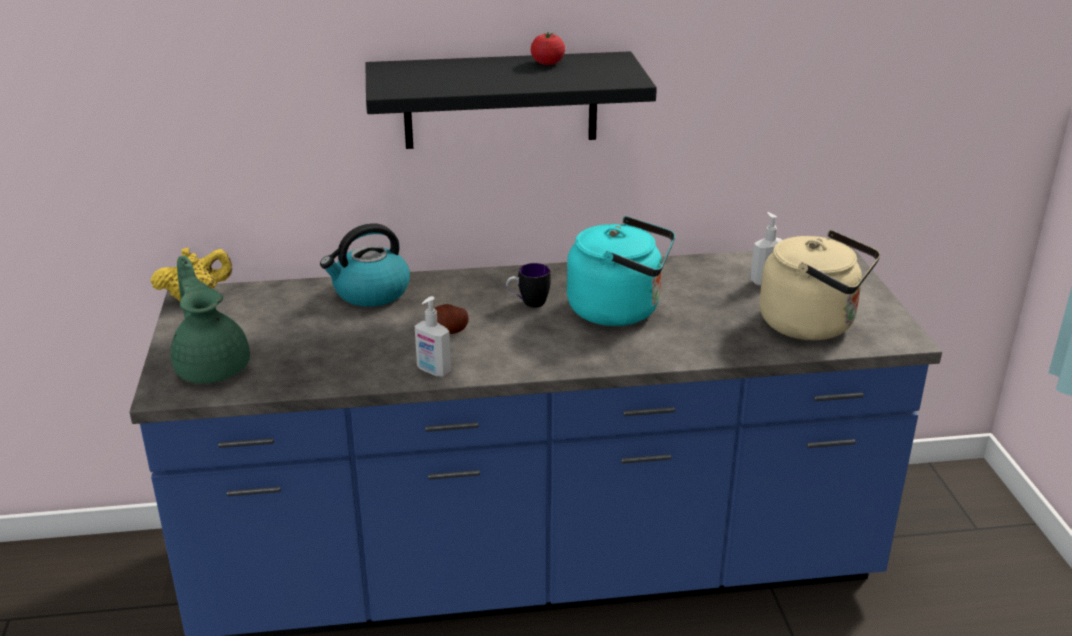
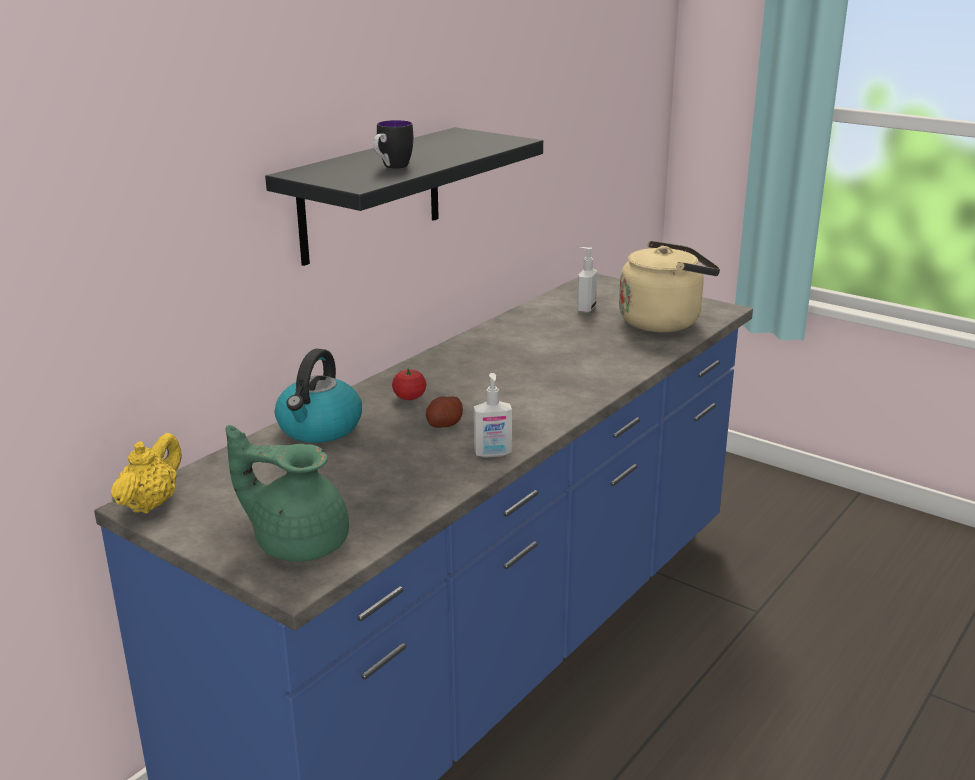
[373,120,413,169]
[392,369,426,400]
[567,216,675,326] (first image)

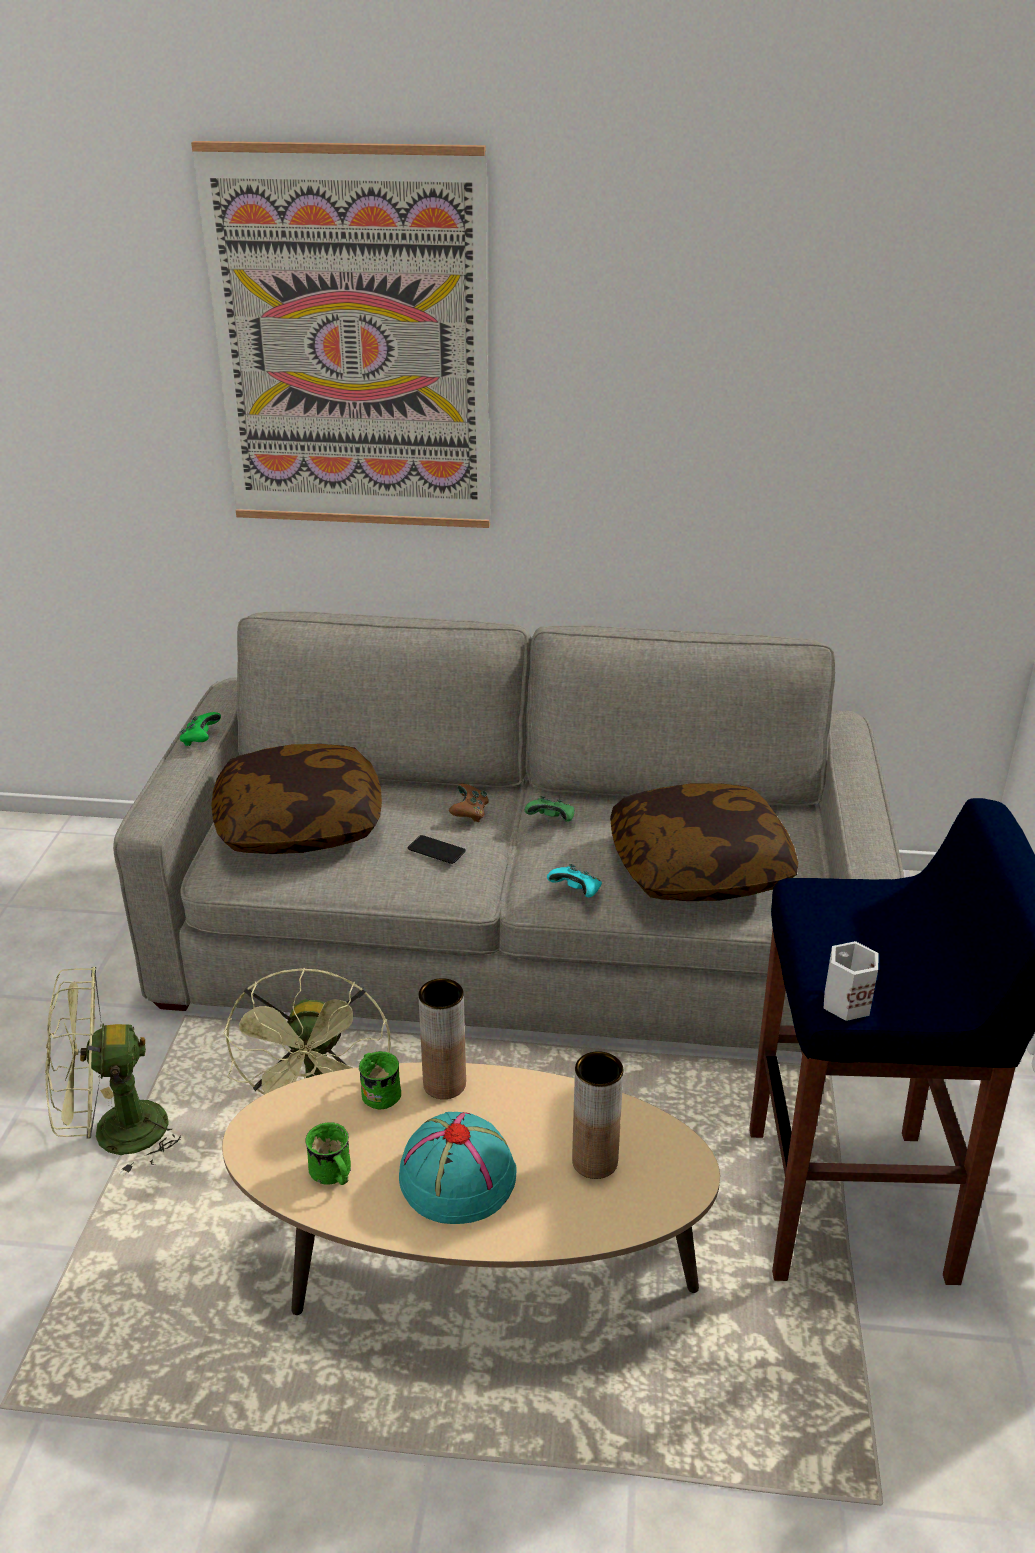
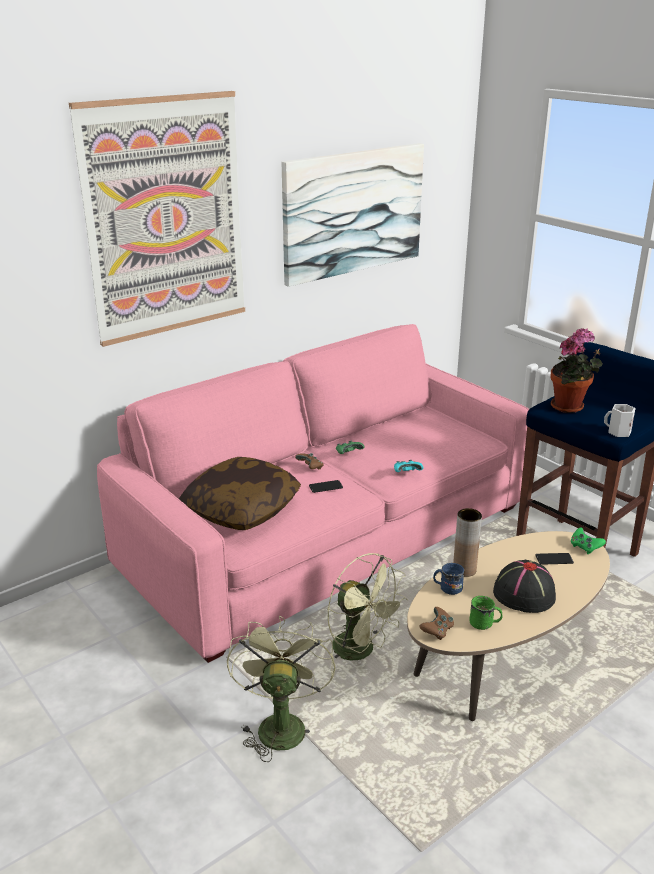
[227,616,336,762]
[97,324,529,663]
[571,527,606,554]
[433,563,464,595]
[493,560,556,613]
[535,553,574,565]
[610,783,798,901] (first image)
[282,143,424,287]
[419,607,454,640]
[550,328,603,413]

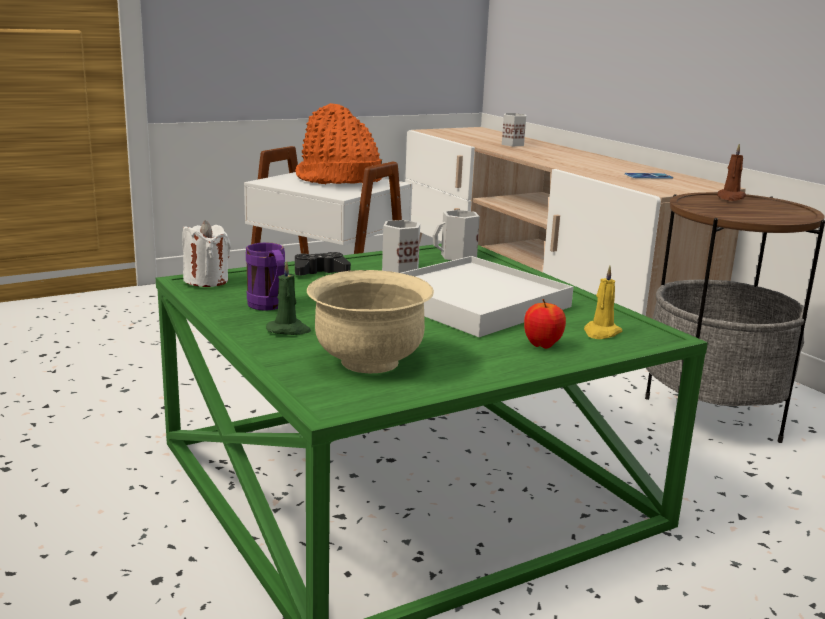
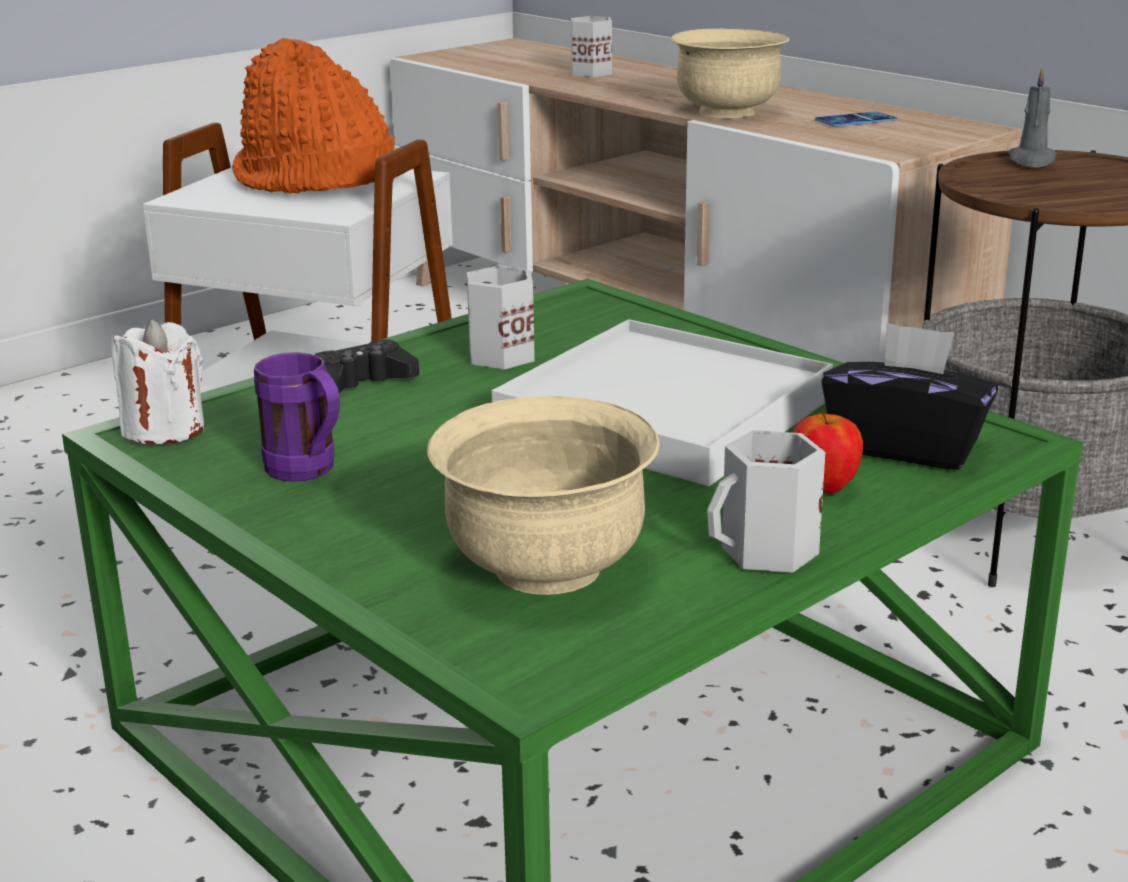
[266,261,311,335] (first image)
[707,430,825,573]
[821,322,998,470]
[1008,66,1056,167]
[671,29,789,118]

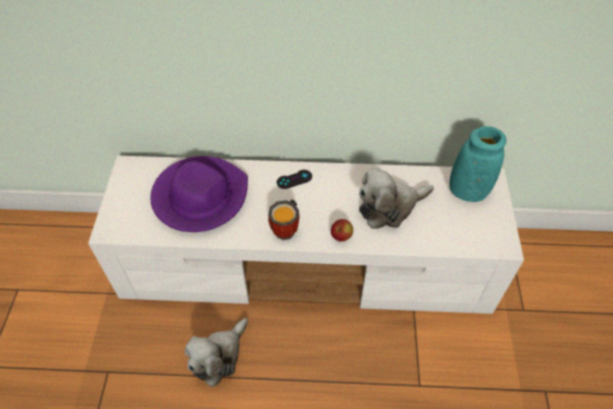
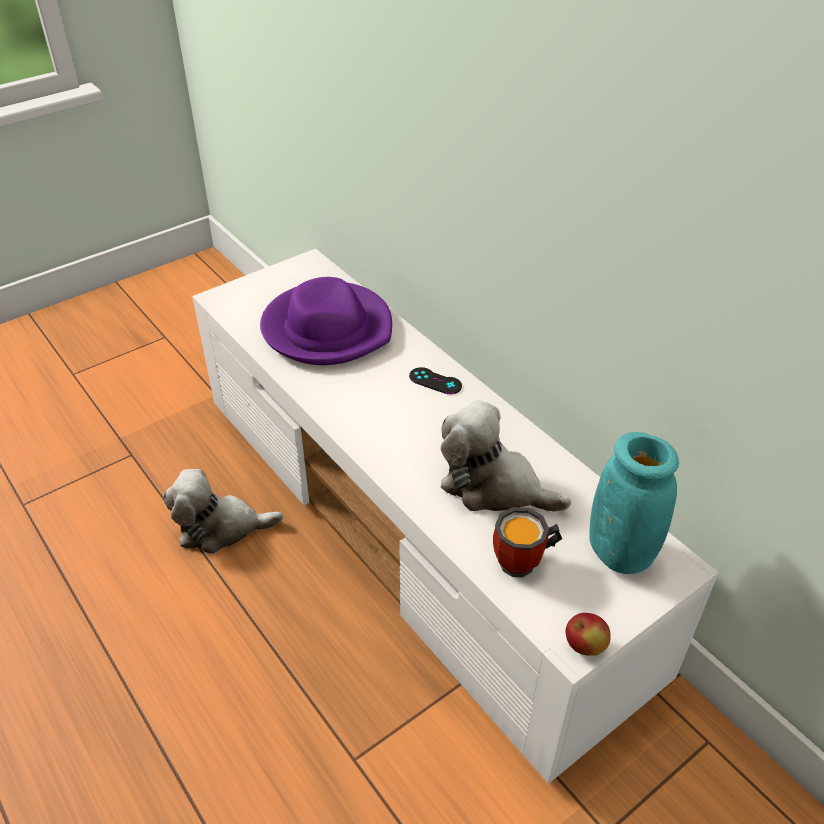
[493,507,562,578]
[565,613,611,656]

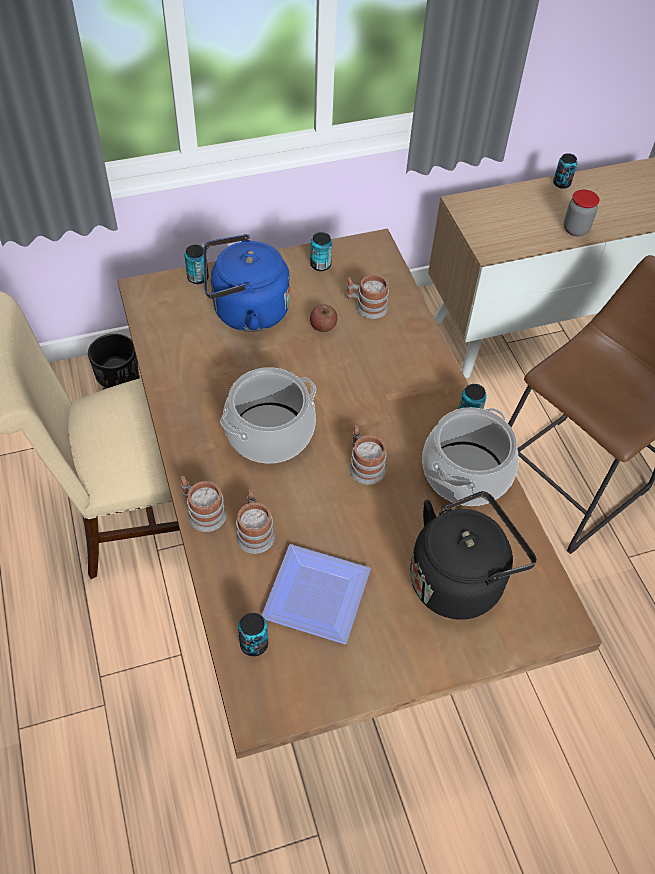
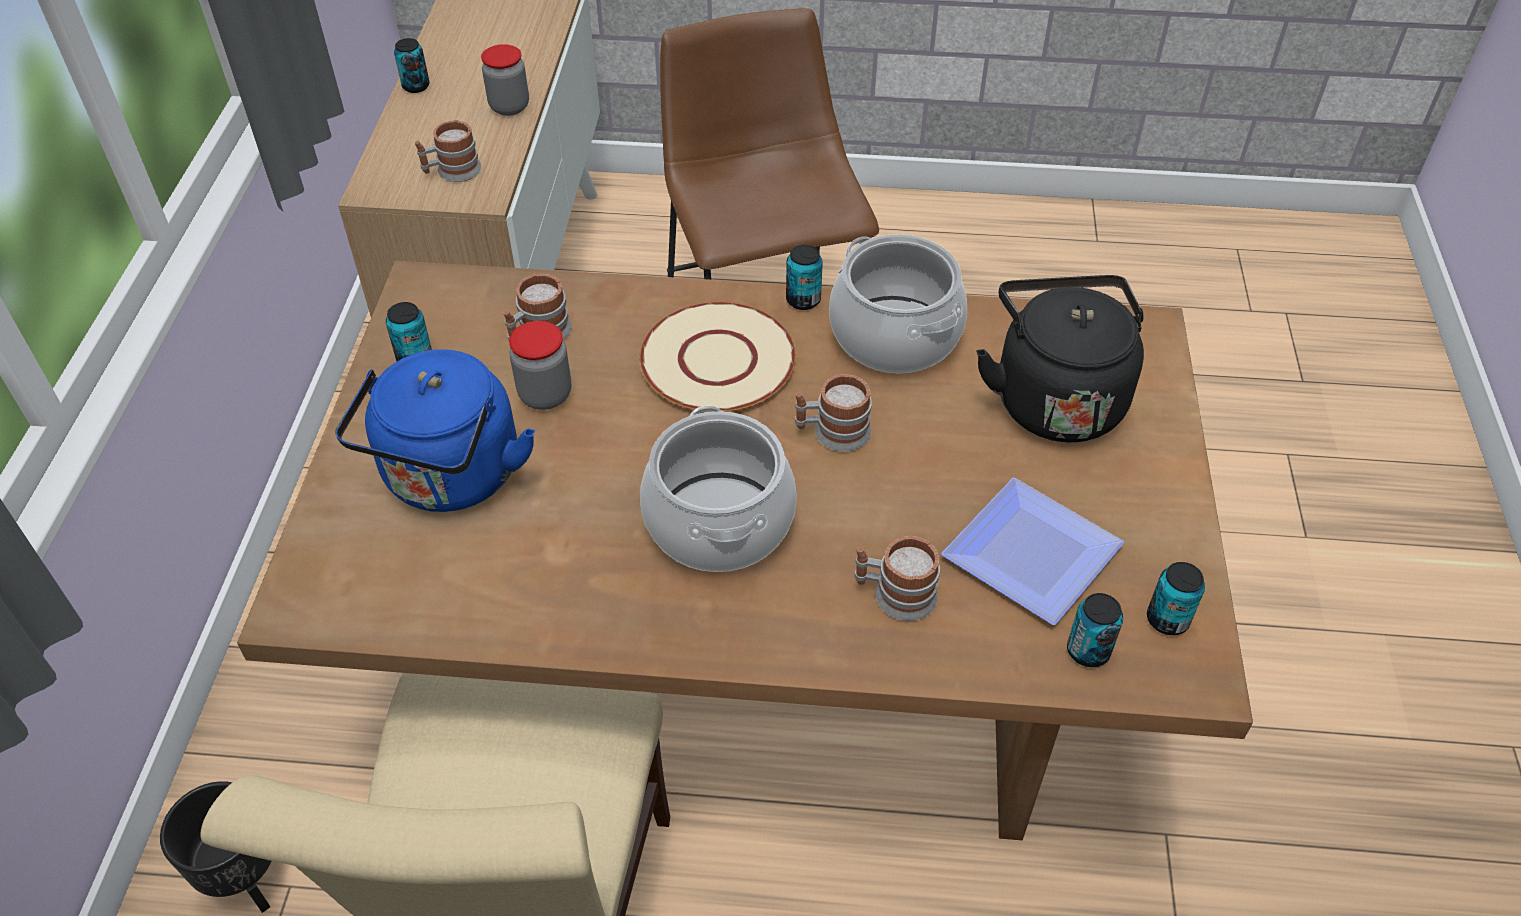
[415,120,481,182]
[1147,562,1205,635]
[509,321,571,410]
[639,302,796,412]

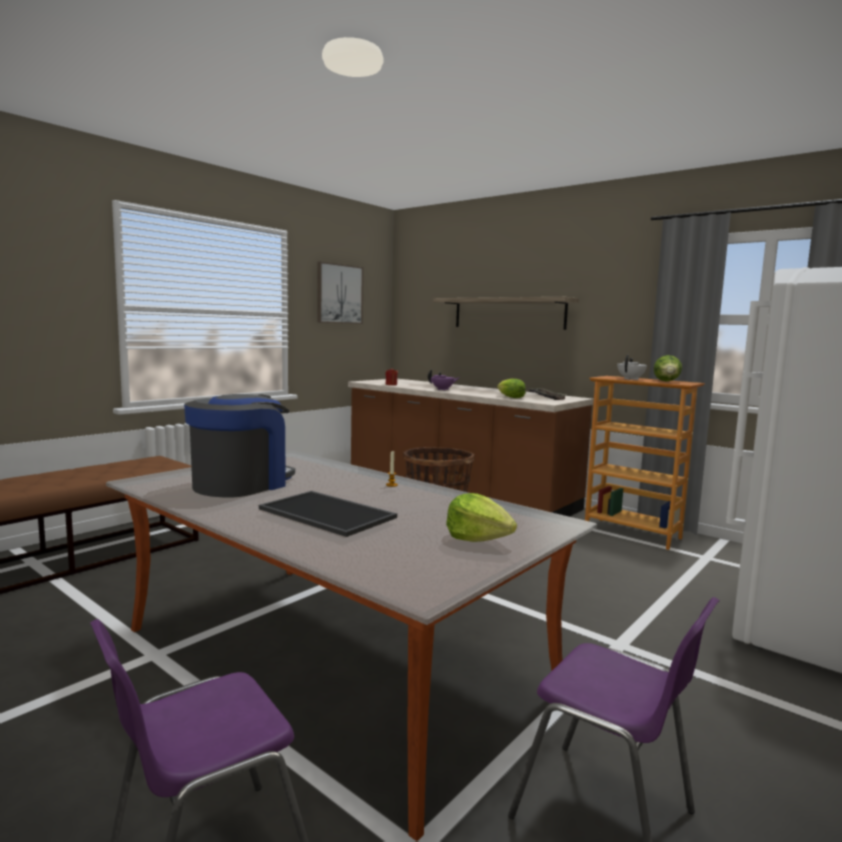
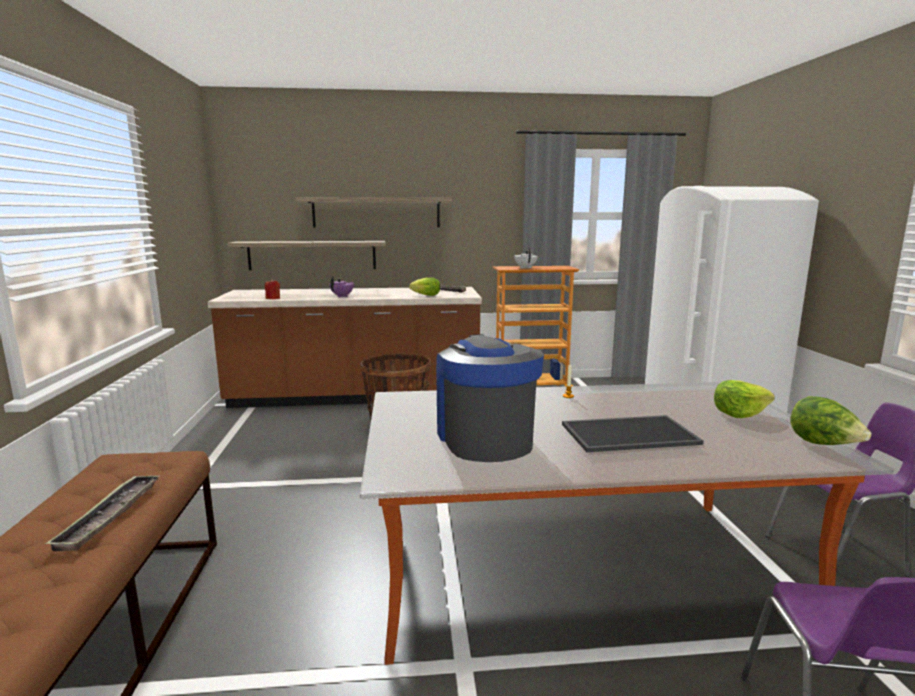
[317,261,364,324] (first image)
[790,396,872,445]
[45,475,160,551]
[227,241,386,270]

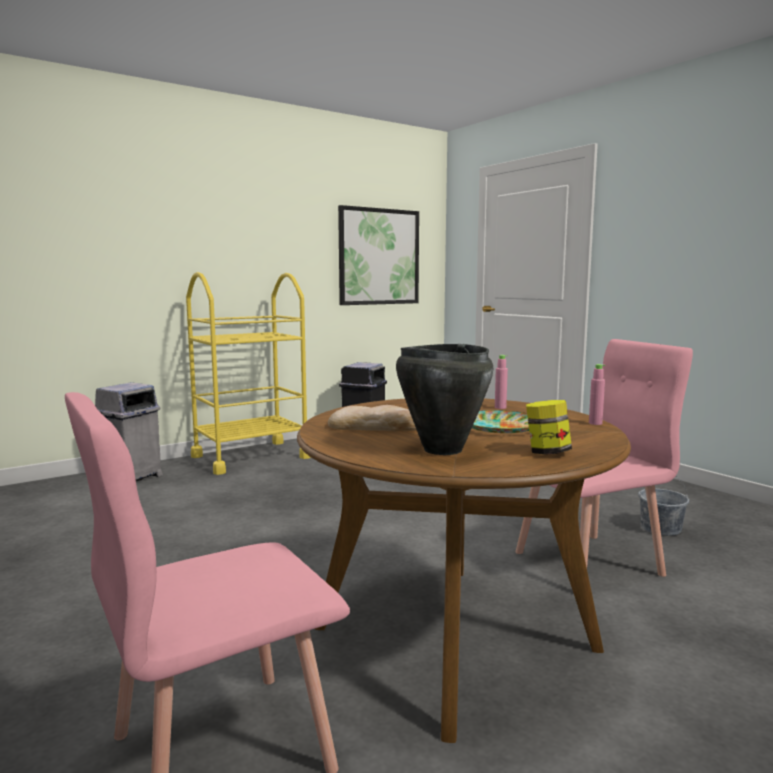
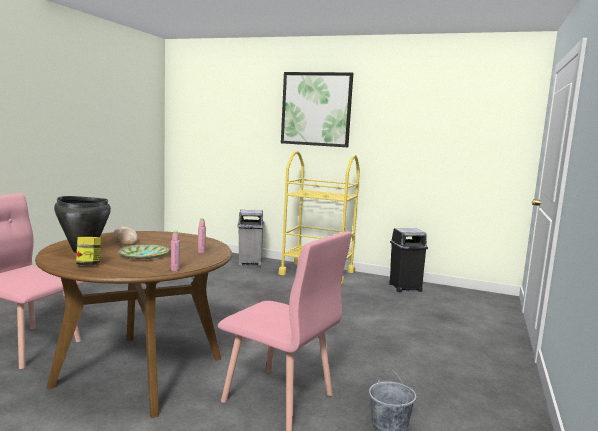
[281,72,353,147]

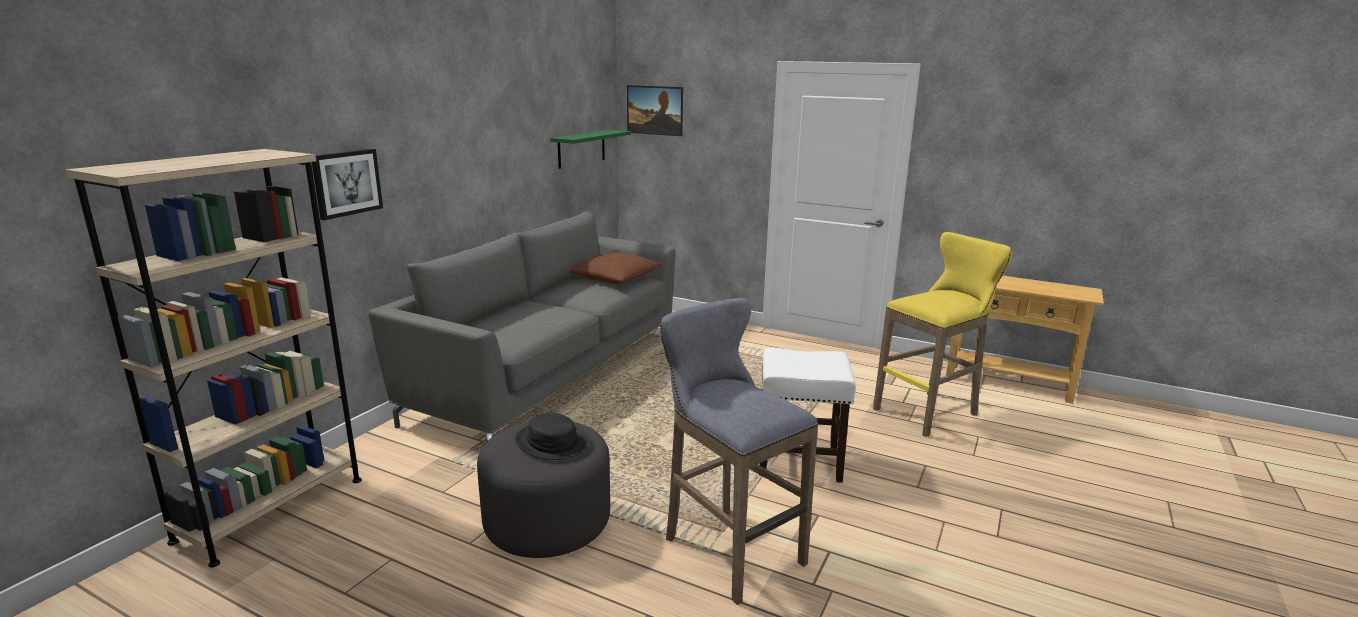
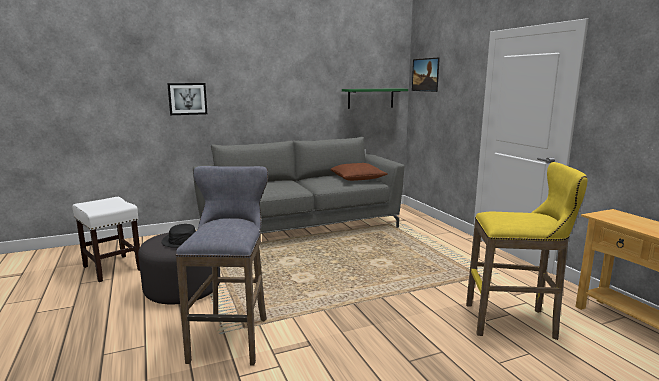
[65,149,361,567] (first image)
[72,197,140,282]

